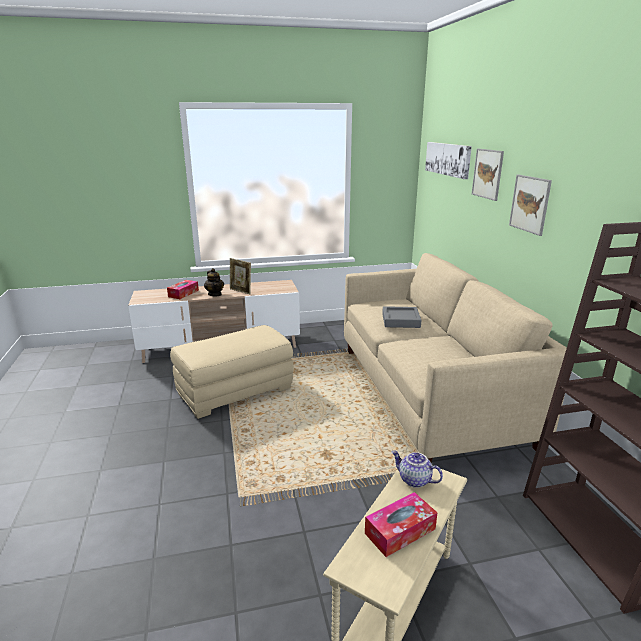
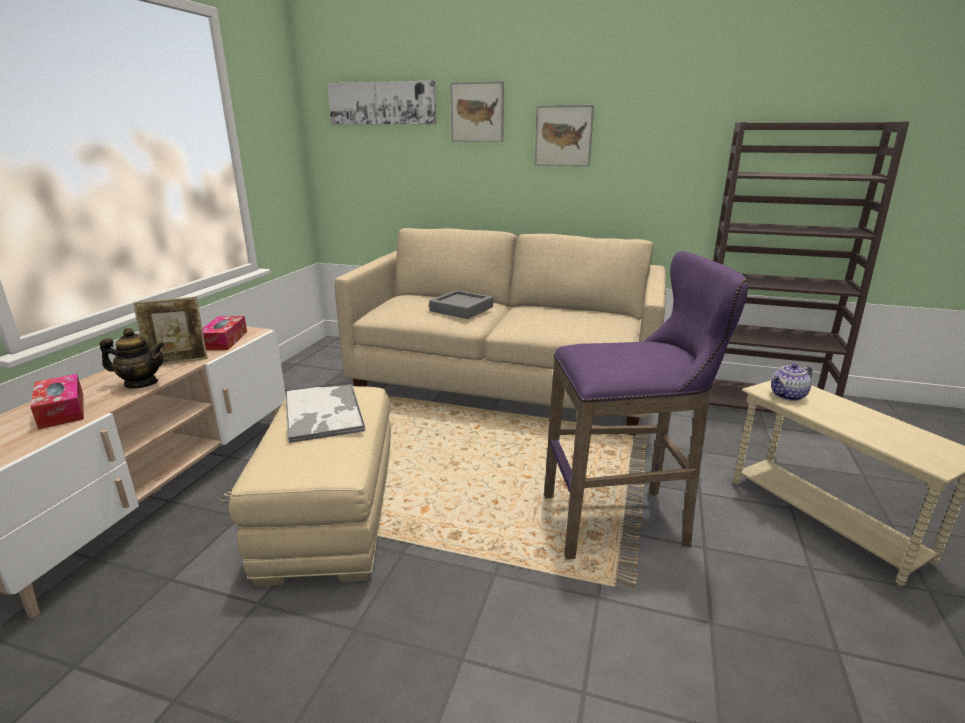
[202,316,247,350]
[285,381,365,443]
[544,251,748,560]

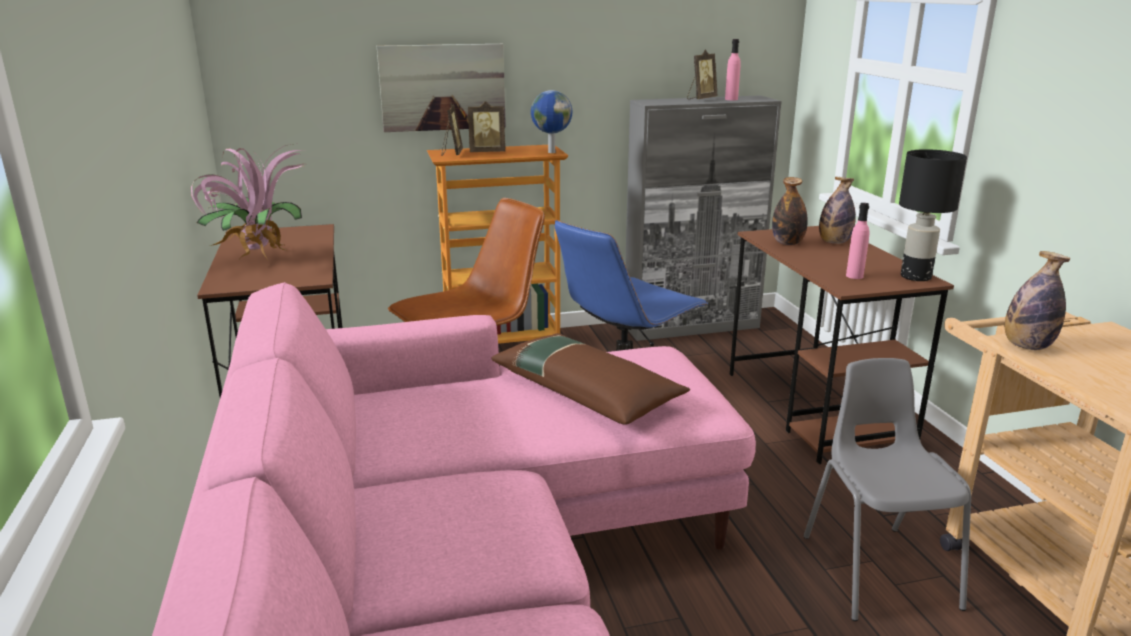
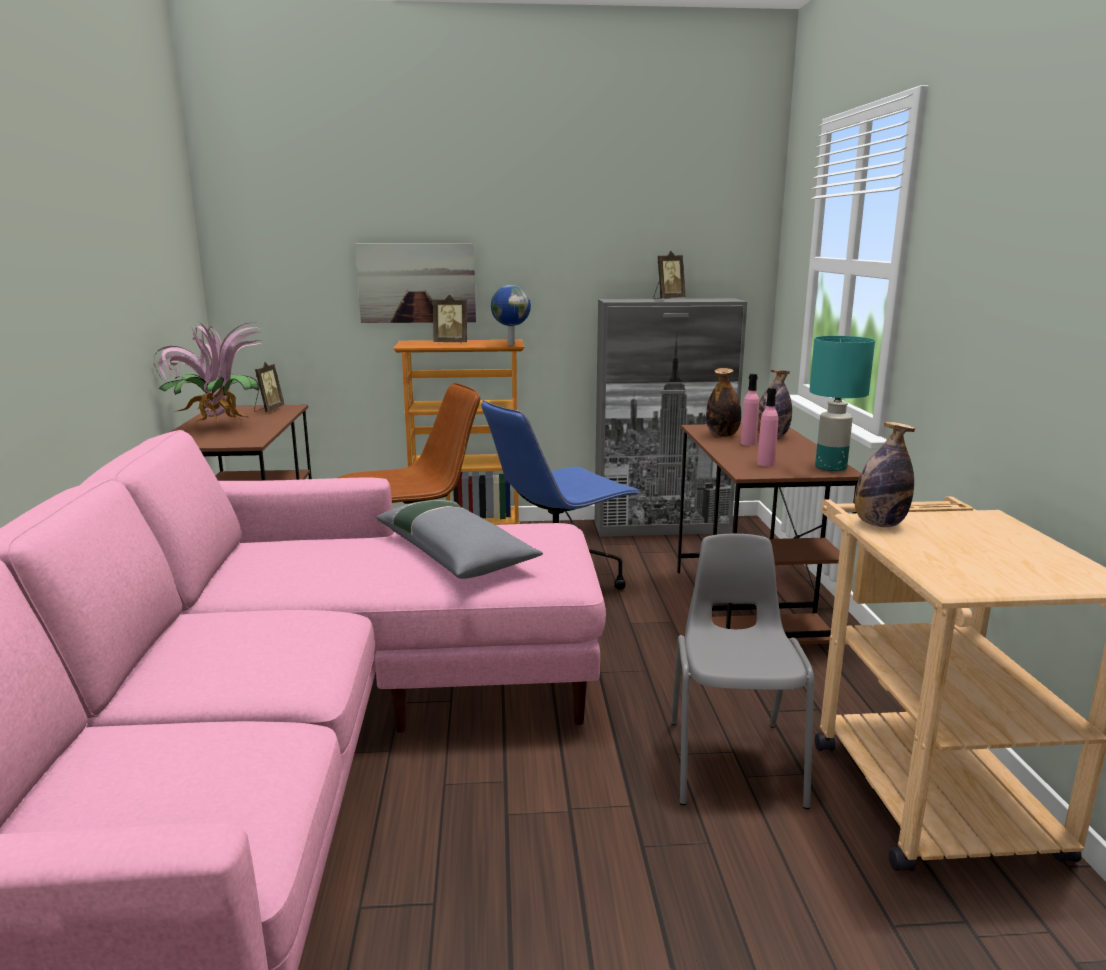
[254,362,284,412]
[377,500,543,579]
[741,374,759,446]
[809,336,875,471]

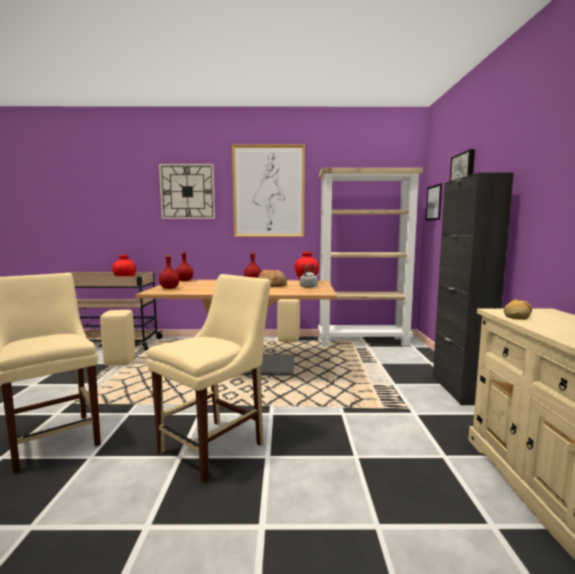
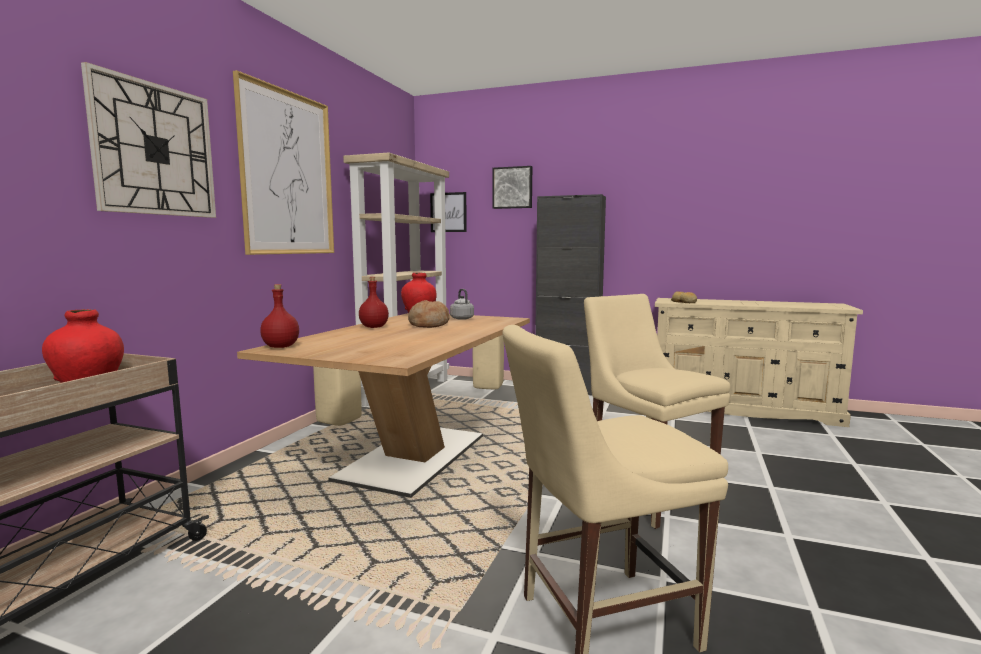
[473,335,504,389]
[159,254,180,289] (first image)

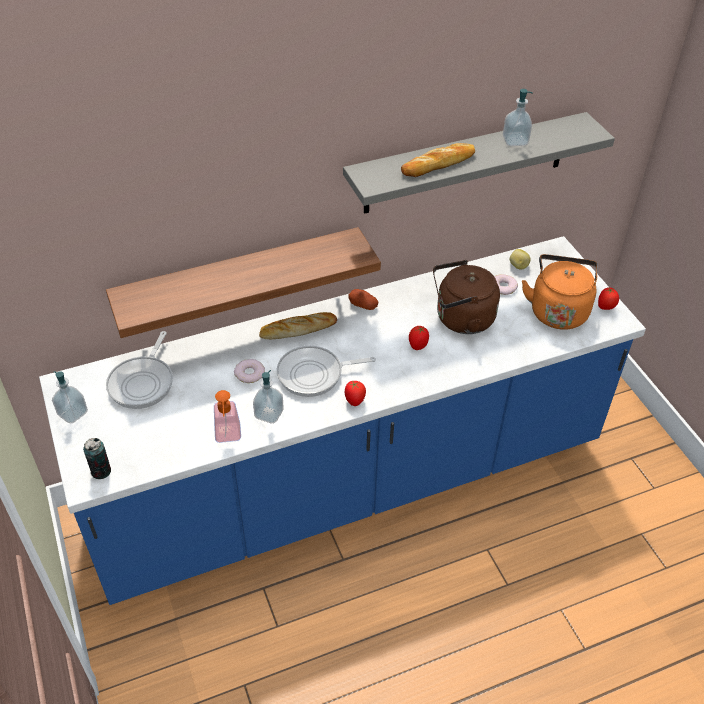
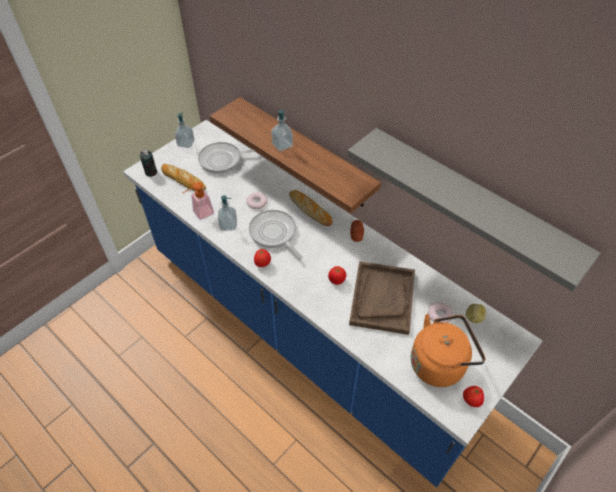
[161,164,206,191]
[349,261,415,335]
[271,110,293,151]

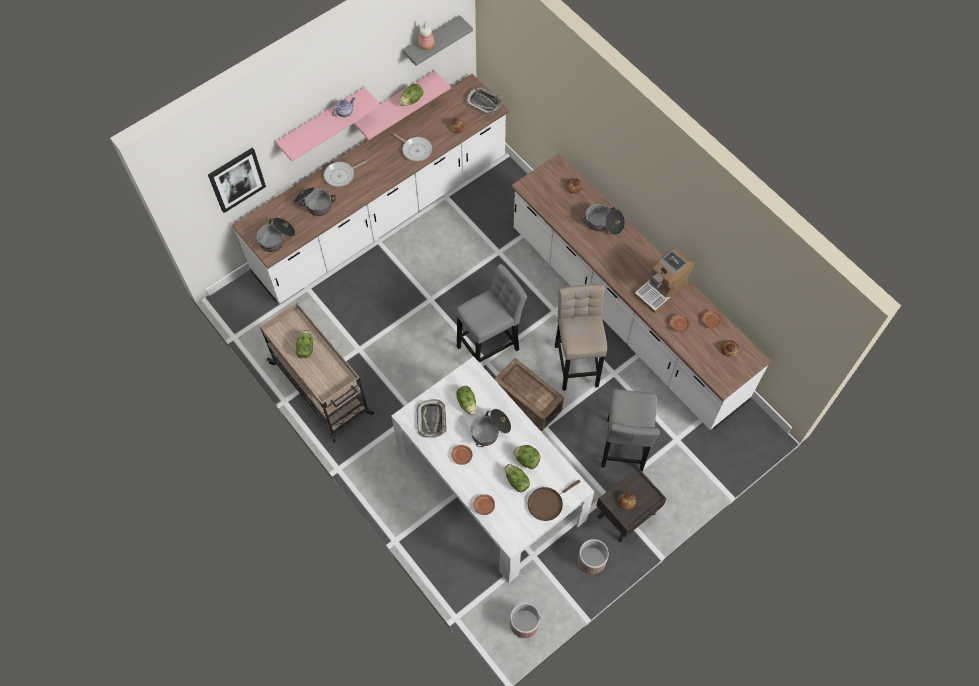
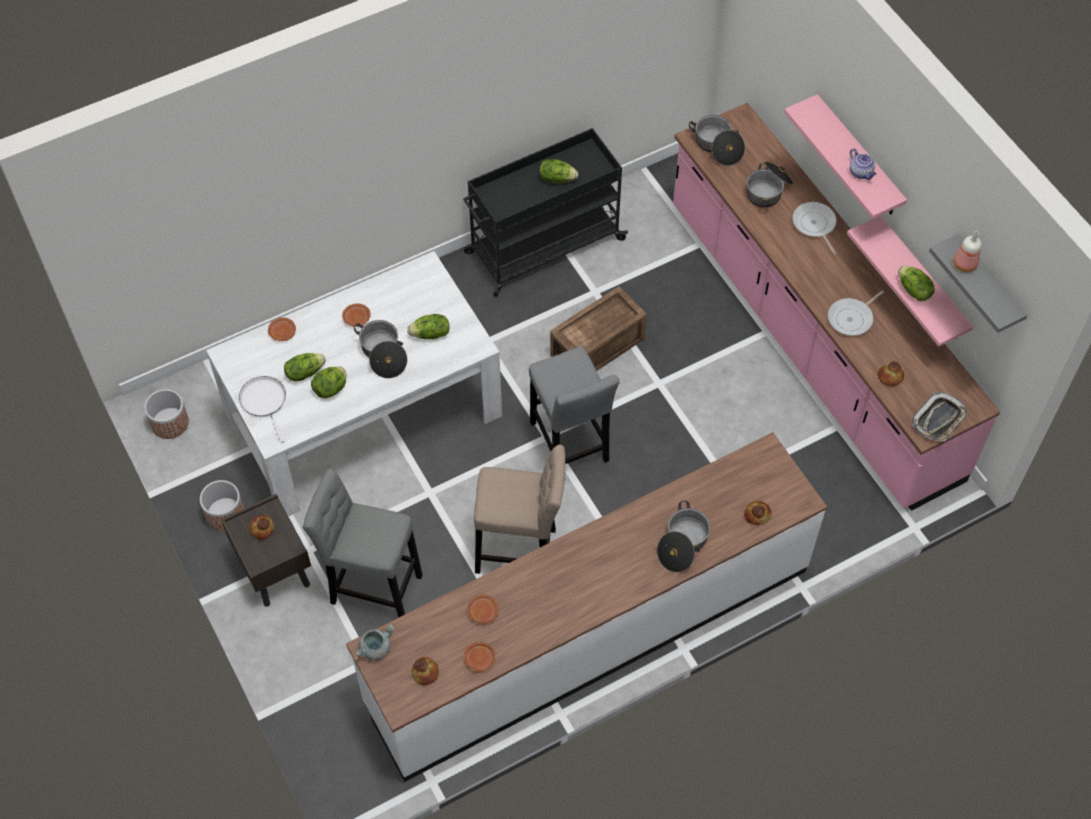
[208,148,266,213] (first image)
[673,103,1000,511]
[463,128,628,297]
[417,399,447,438] (first image)
[550,287,647,371]
[239,376,286,443]
[634,247,694,313] (first image)
[356,624,394,661]

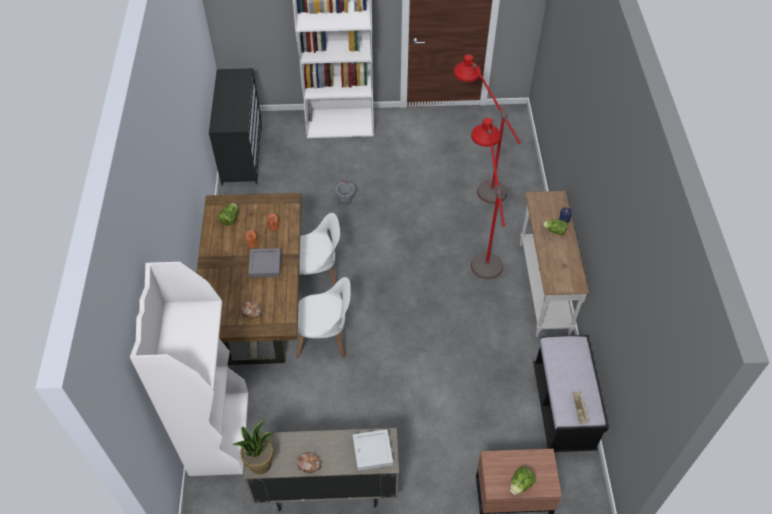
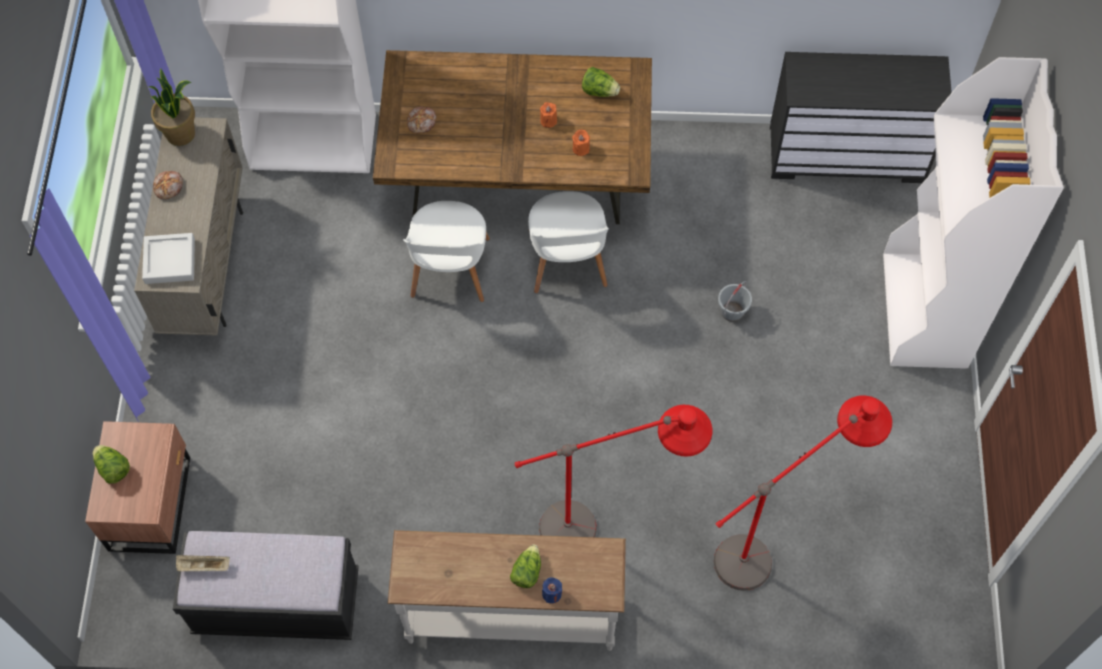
[248,248,281,278] (first image)

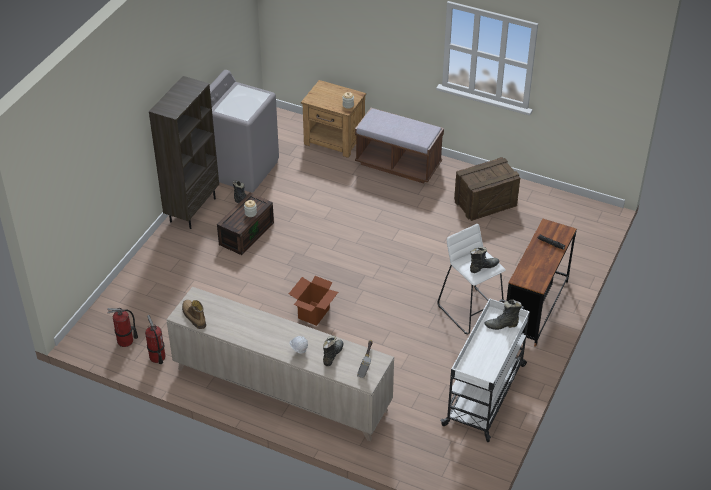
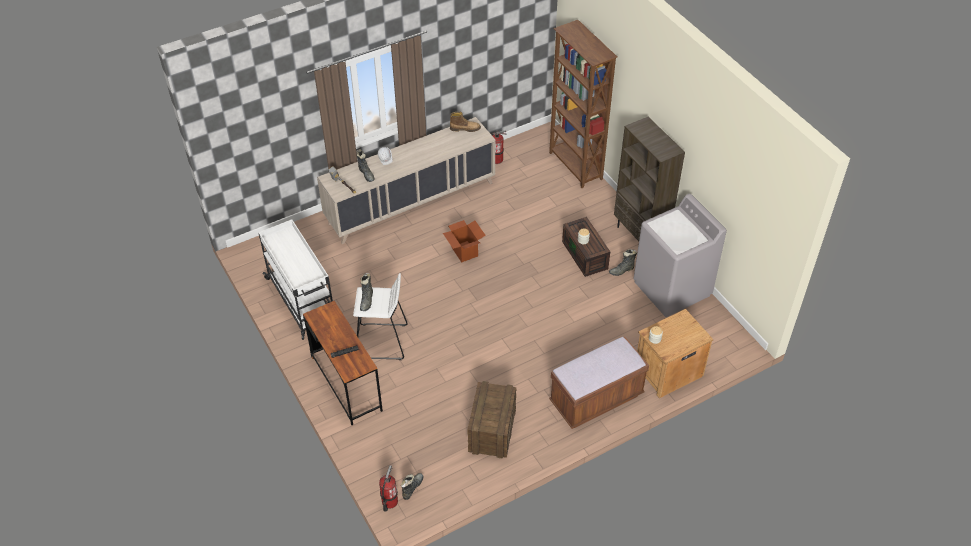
[379,465,398,512]
[401,473,423,500]
[549,20,617,188]

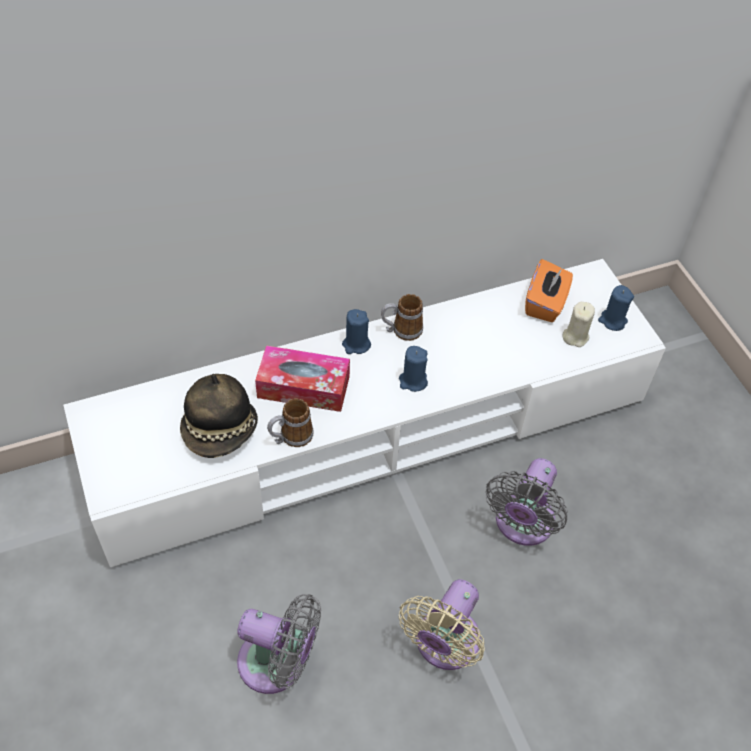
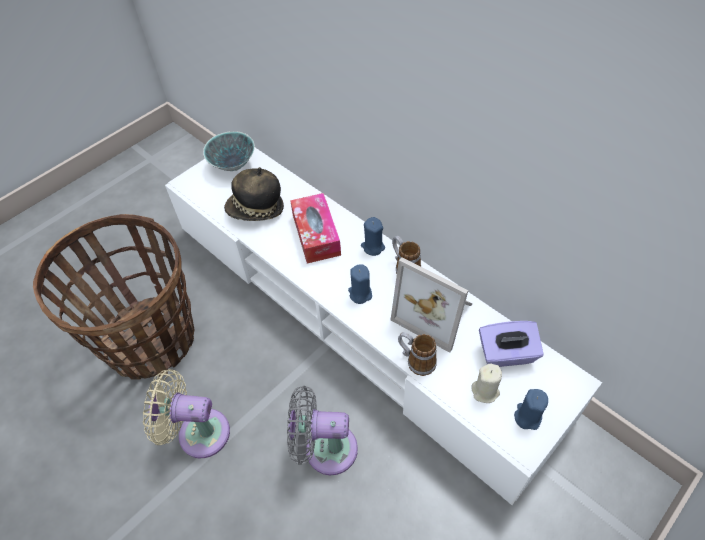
[33,214,195,380]
[398,332,437,376]
[479,321,543,367]
[203,131,255,171]
[390,257,473,353]

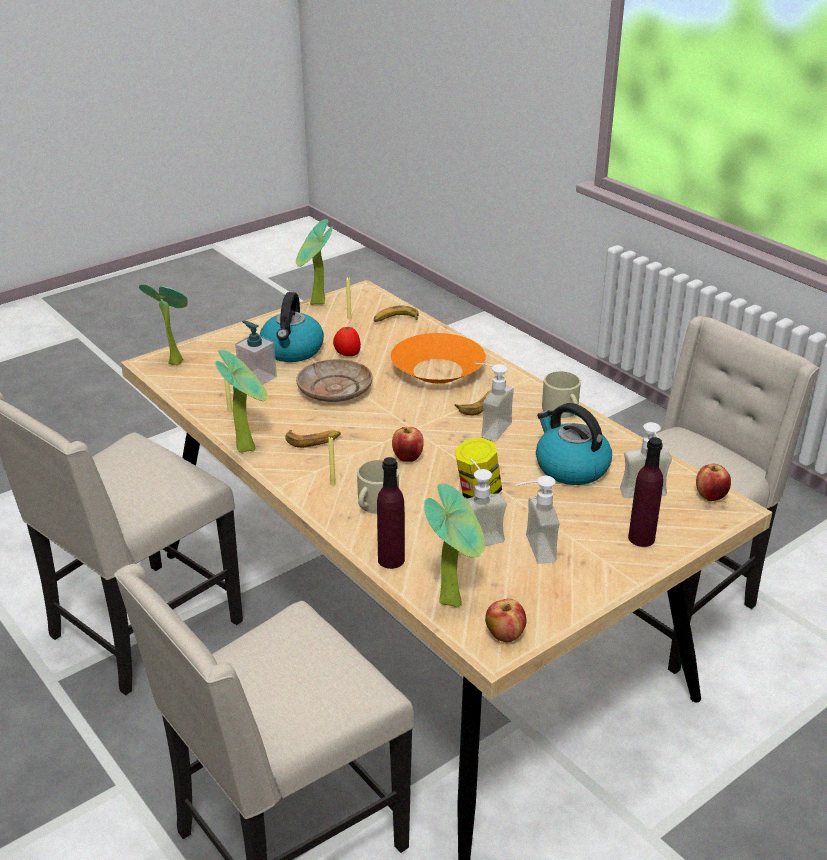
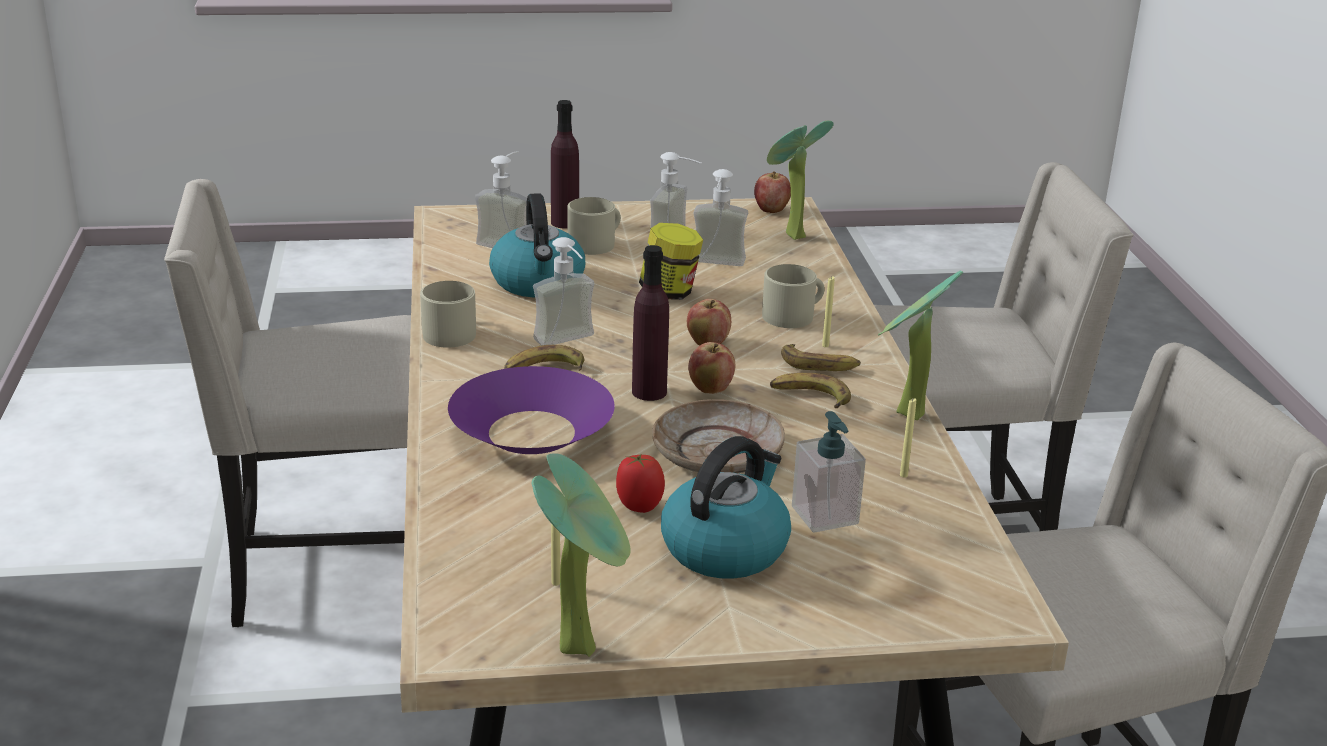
[139,284,188,366] (first image)
[781,344,861,371]
[632,245,669,401]
[448,366,615,454]
[688,342,735,394]
[567,197,621,255]

